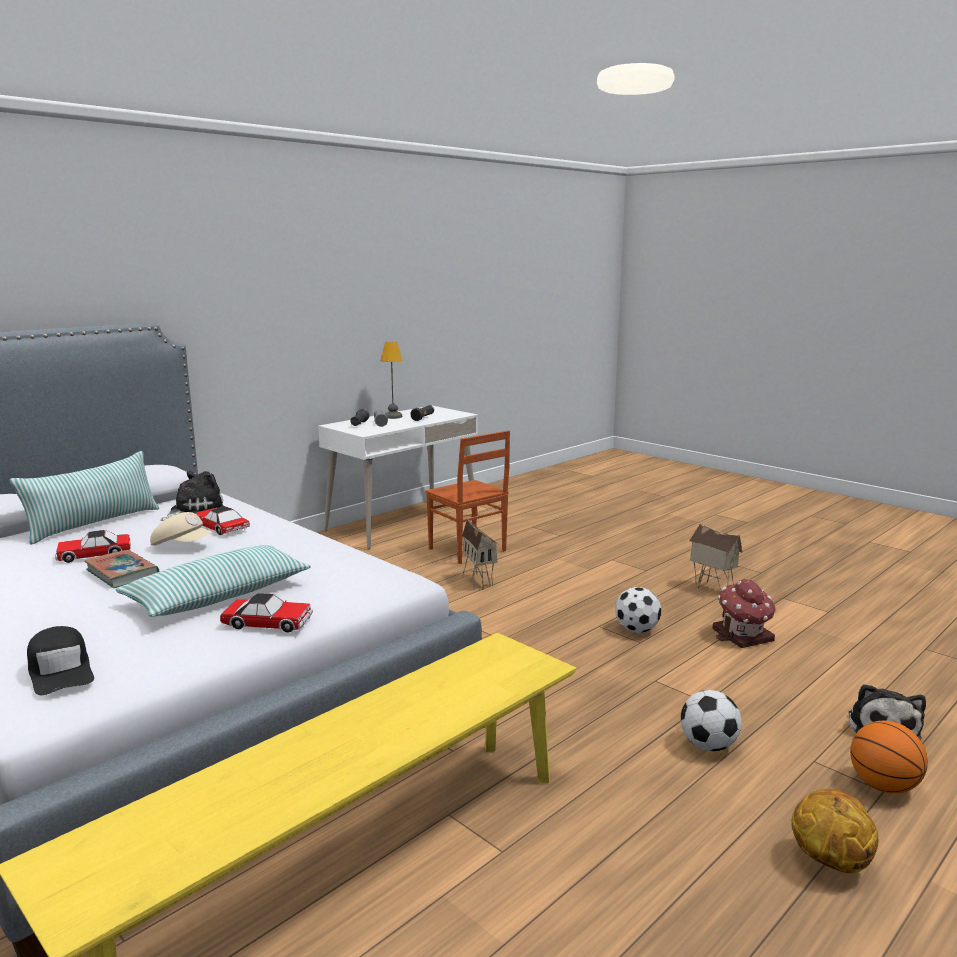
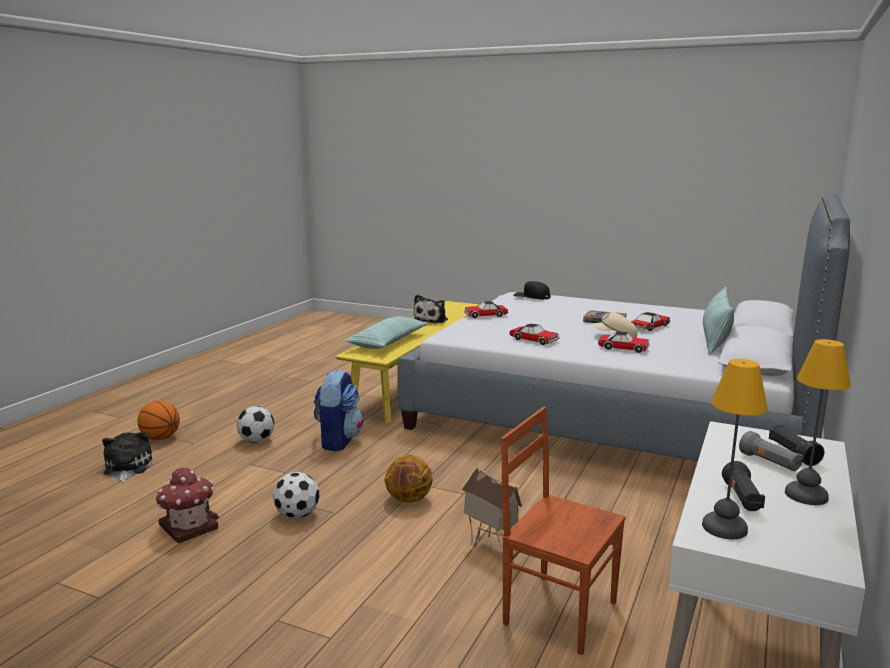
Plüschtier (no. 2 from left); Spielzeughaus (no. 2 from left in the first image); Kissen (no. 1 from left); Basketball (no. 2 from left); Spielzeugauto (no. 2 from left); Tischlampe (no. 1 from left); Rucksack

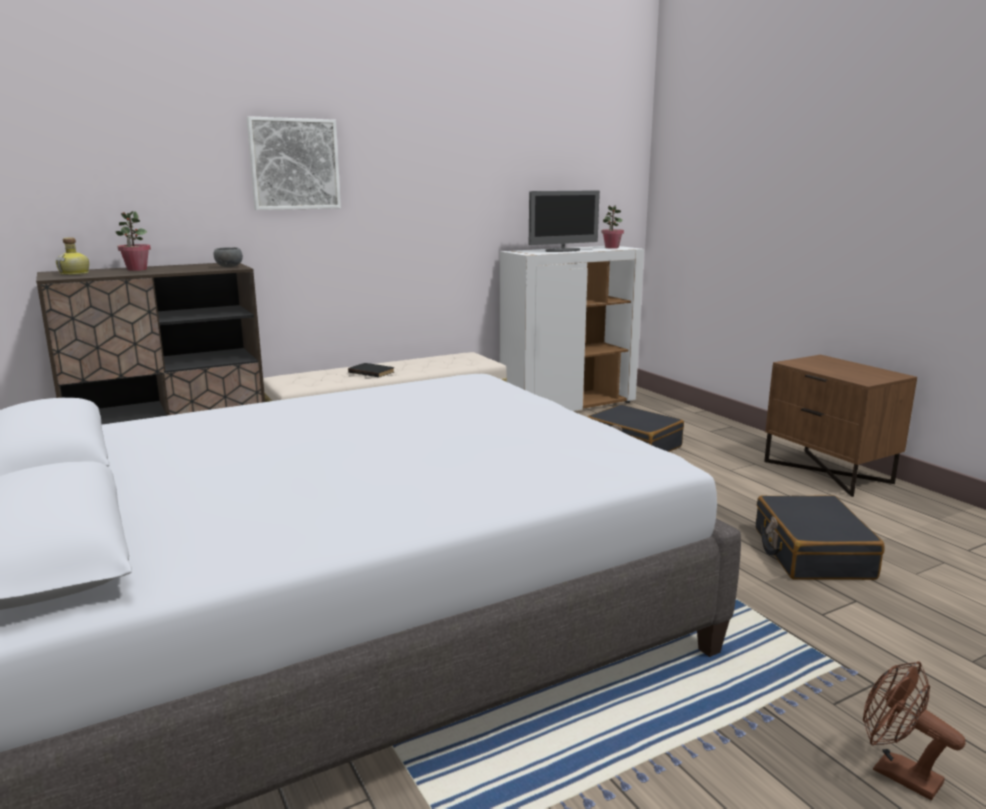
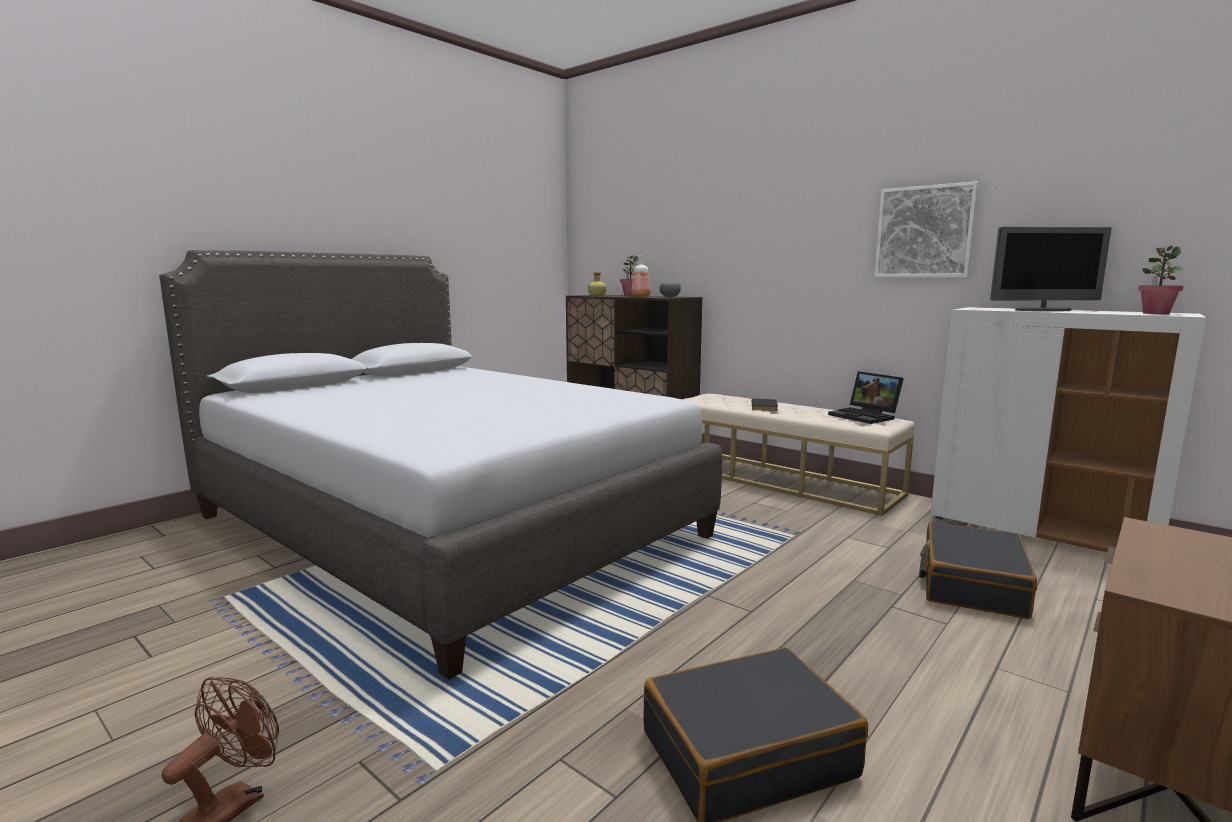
Bild; Monitor; Flasche (no. 2 from left); Laptop

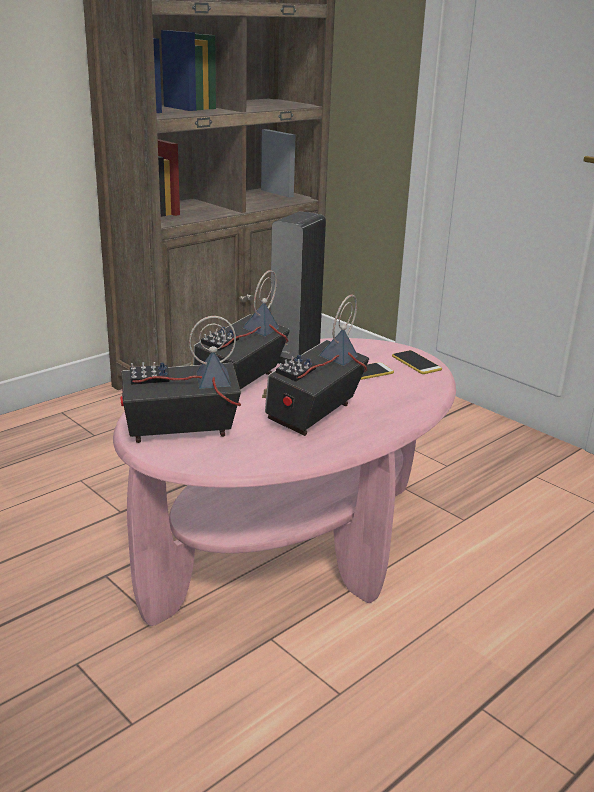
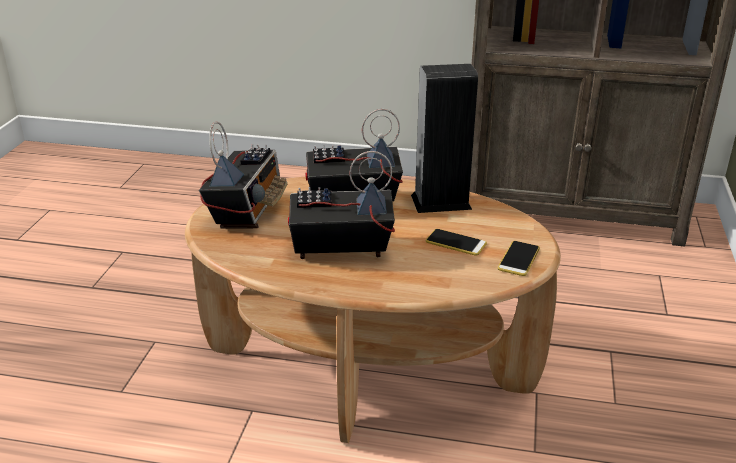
Radio (no. 1 from left); Couchtisch [braun]

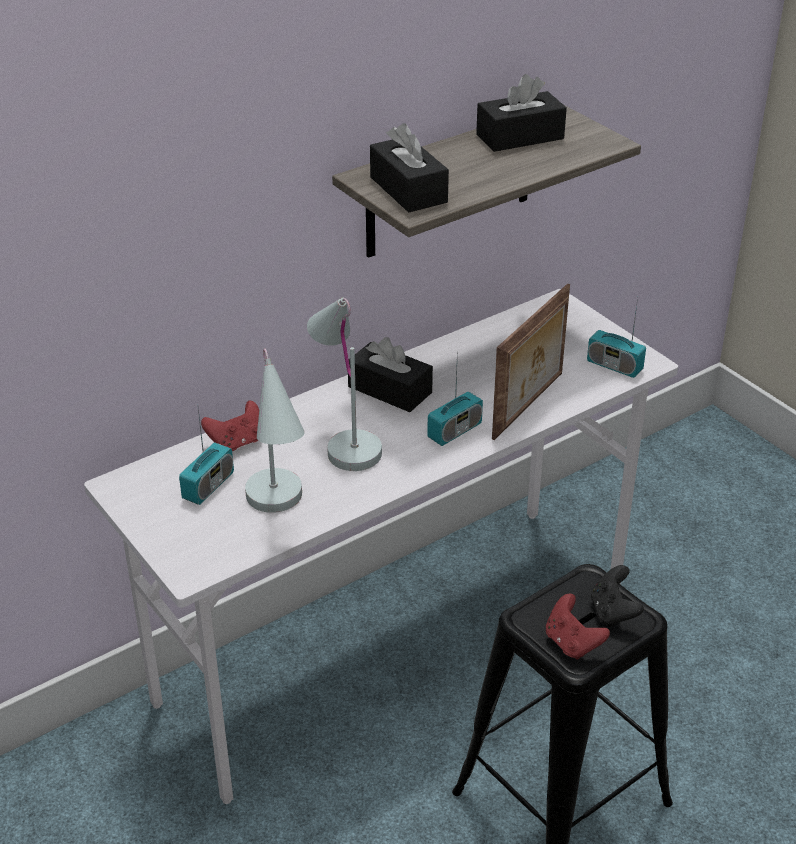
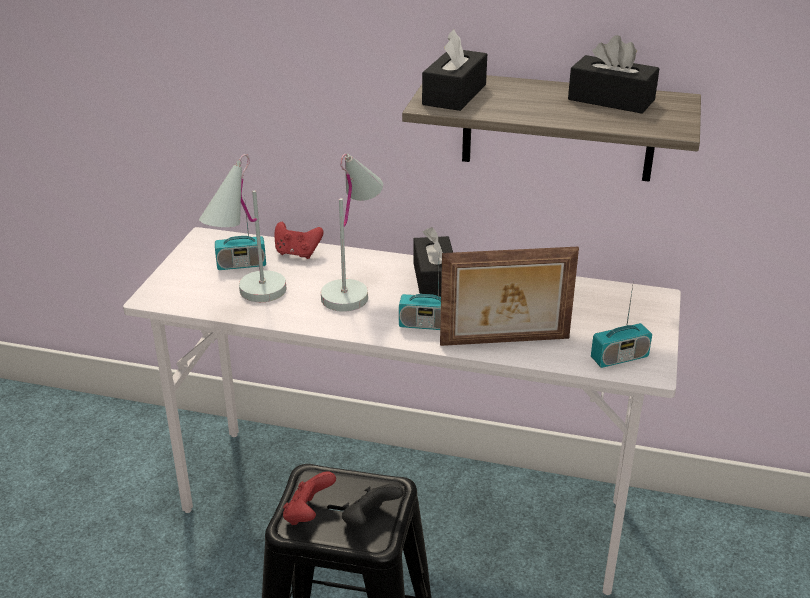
Radio (no. 3 from left)

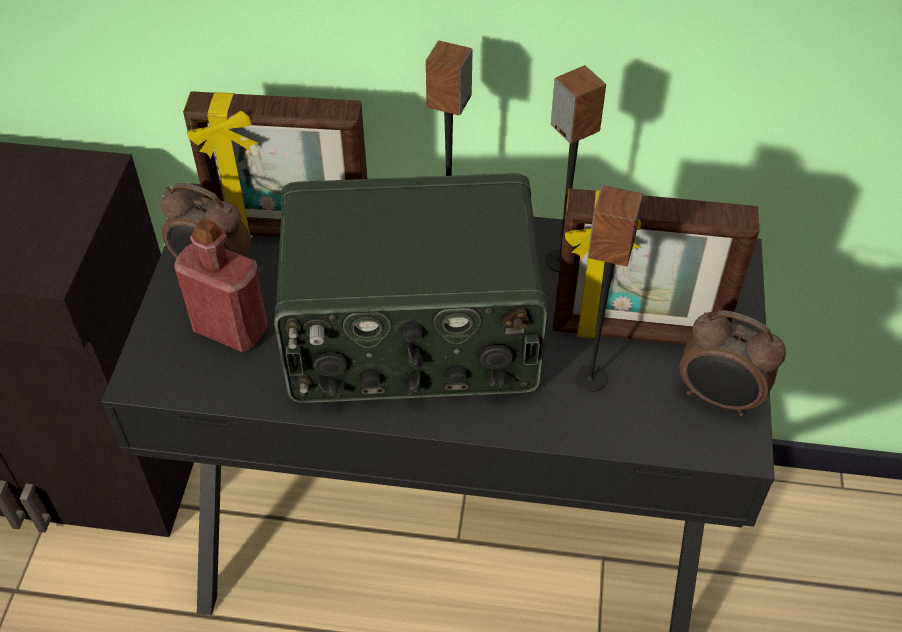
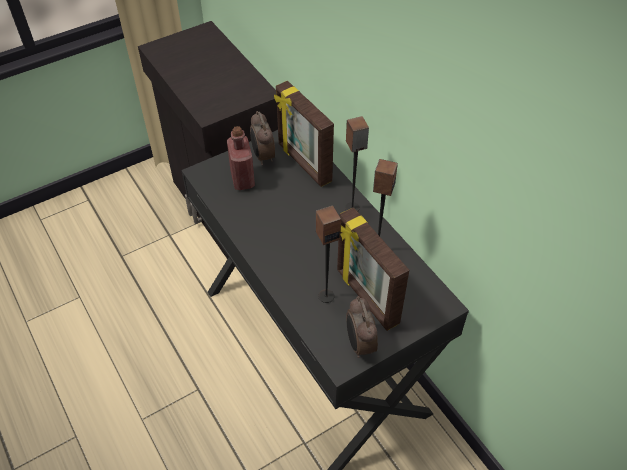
Radio

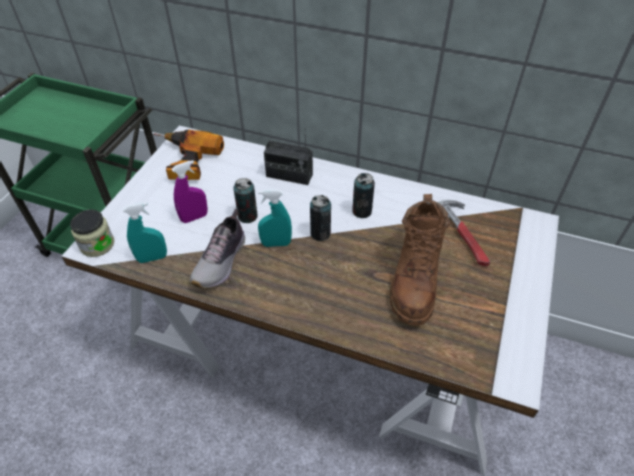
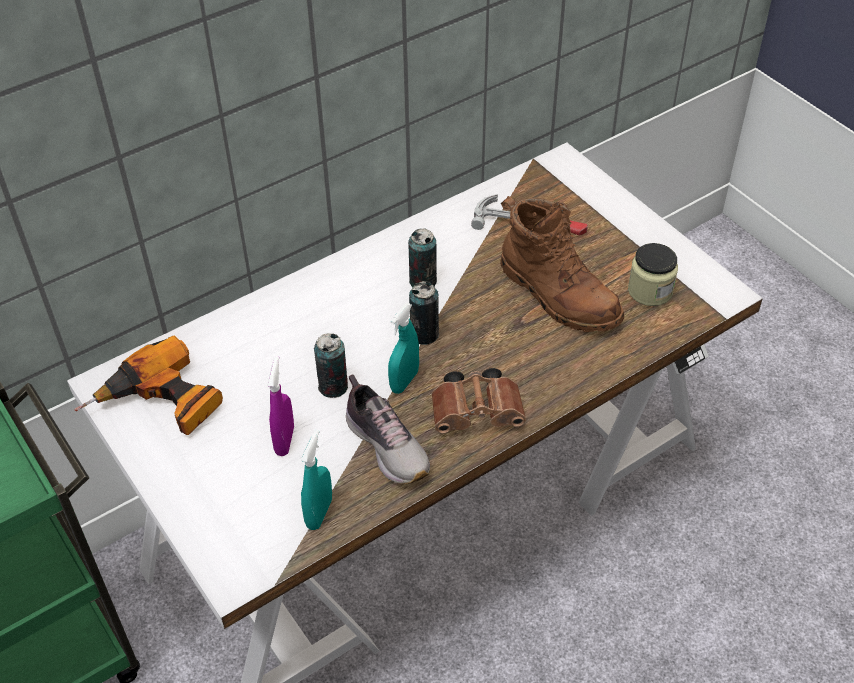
Radio; Vorratsglas; Fernglas [braun]

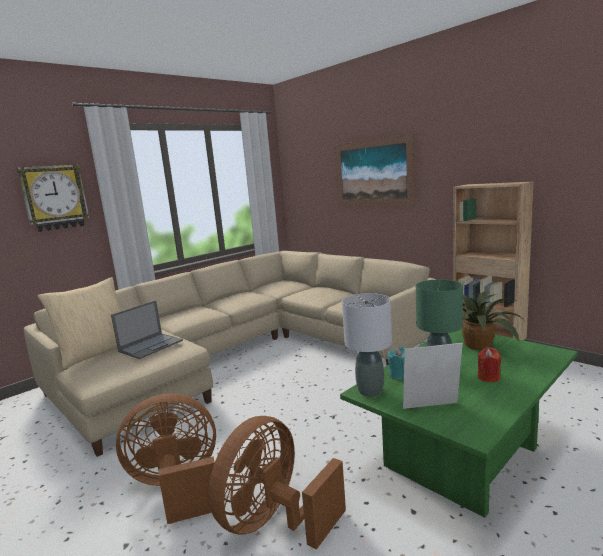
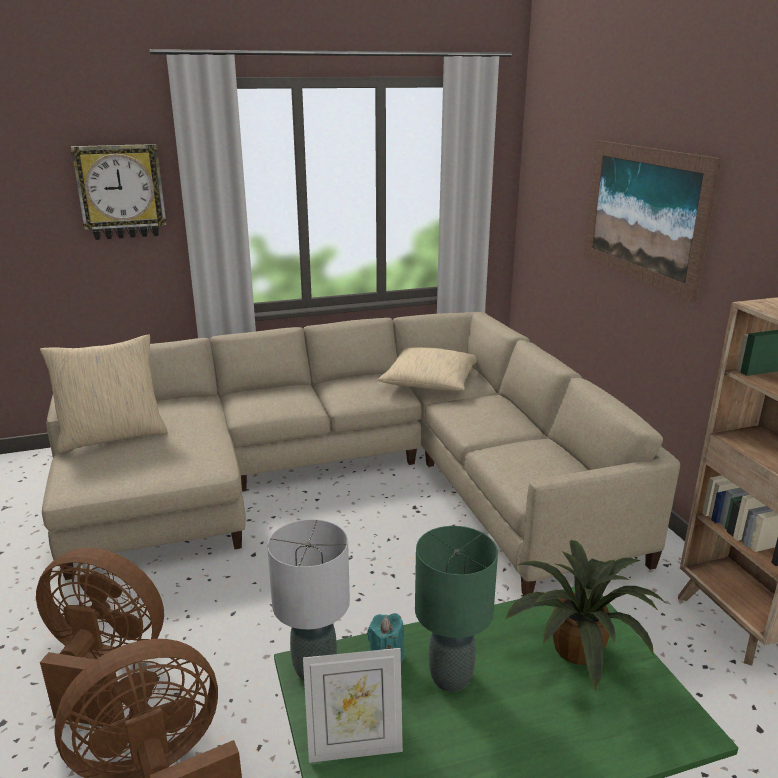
Laptop; Bilderrahmen; Kerze [rot]; Kissen [beige] (no. 2 from left)

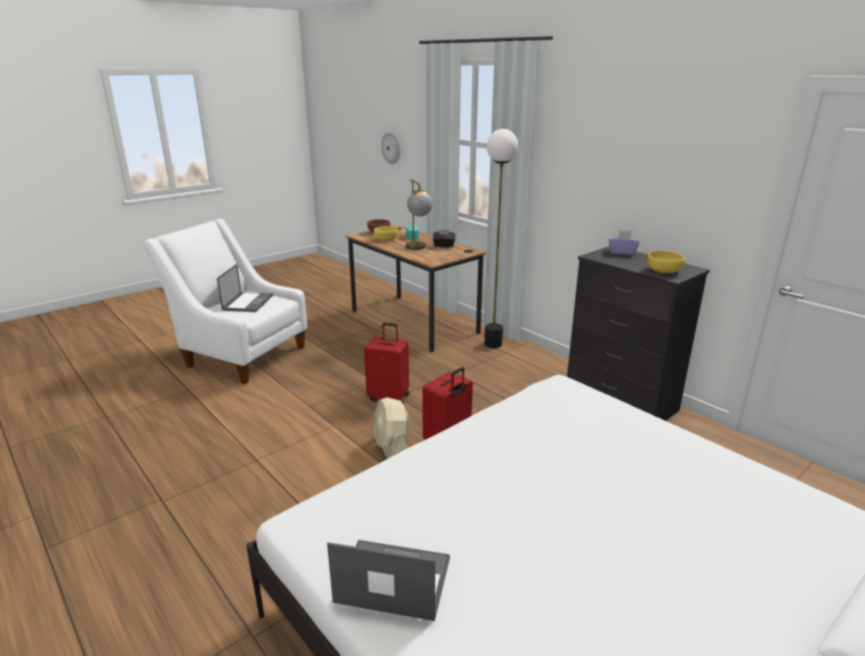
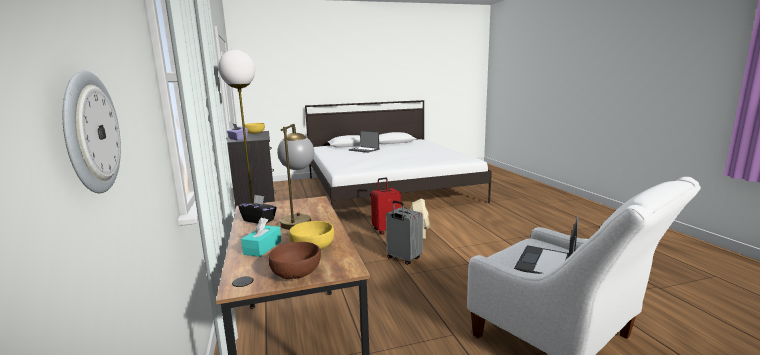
Koffer [grau]; Laptop (no. 1 from left)

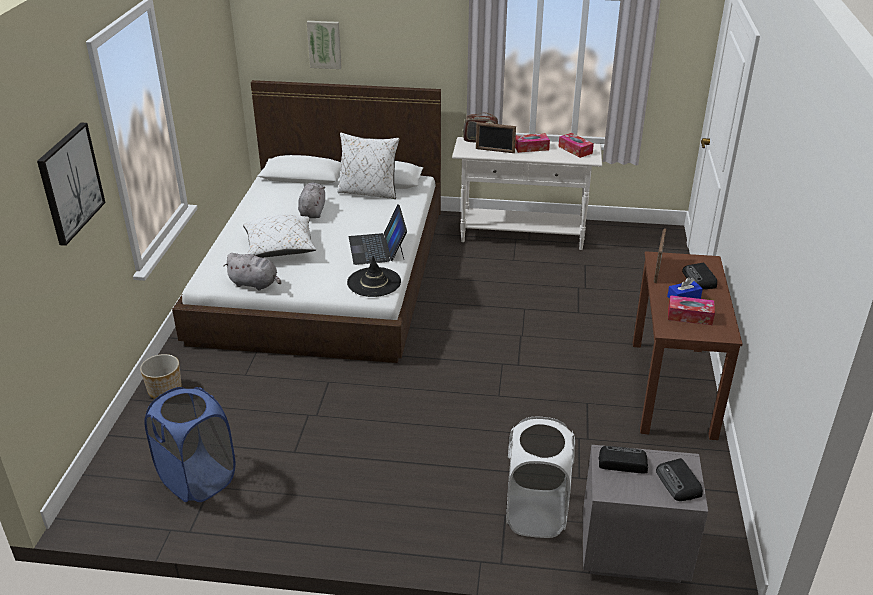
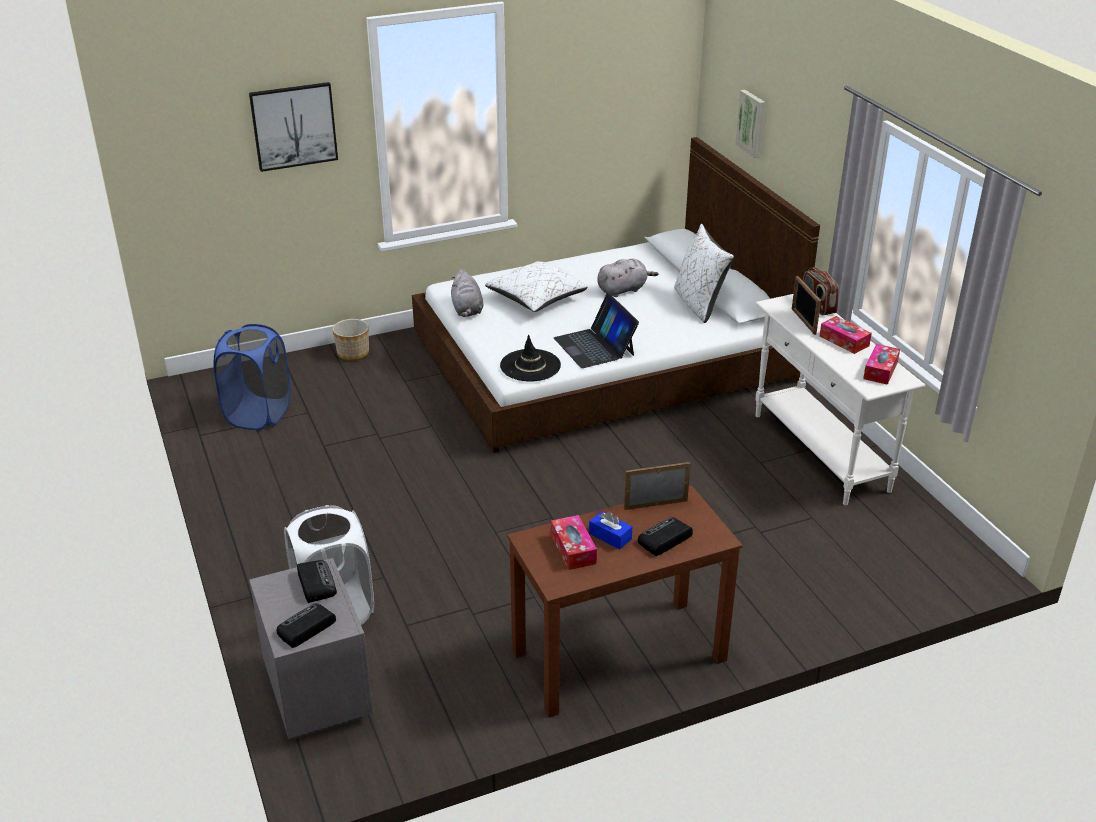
Laptop

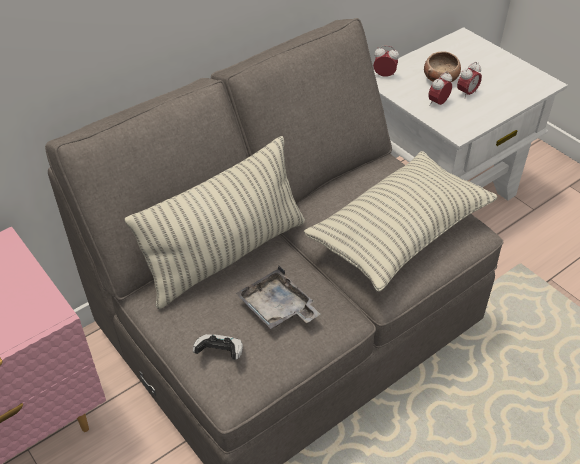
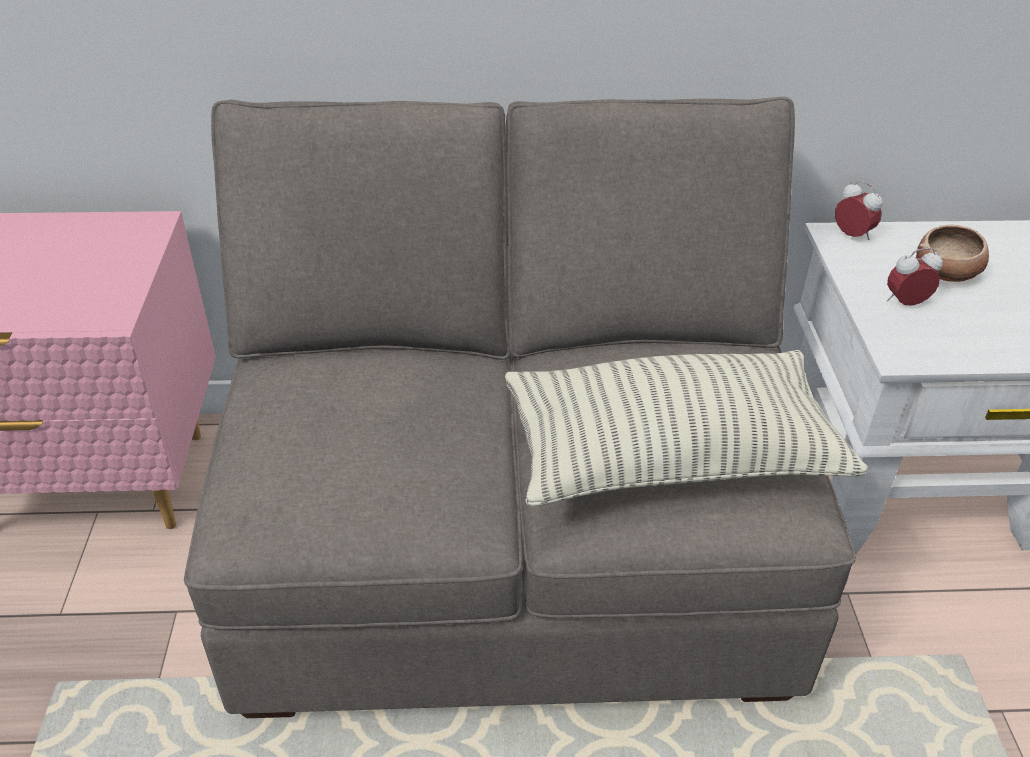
Wecker (no. 3 from left in the first image); Kissen (no. 1 from left in the first image); Tablett [grau]; Gamepad

